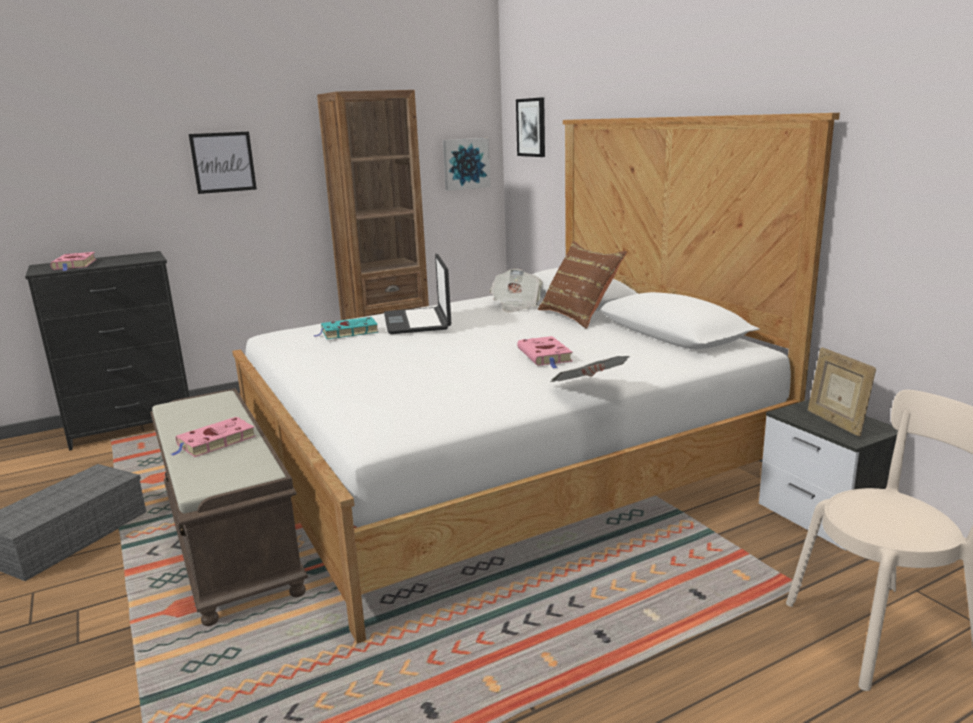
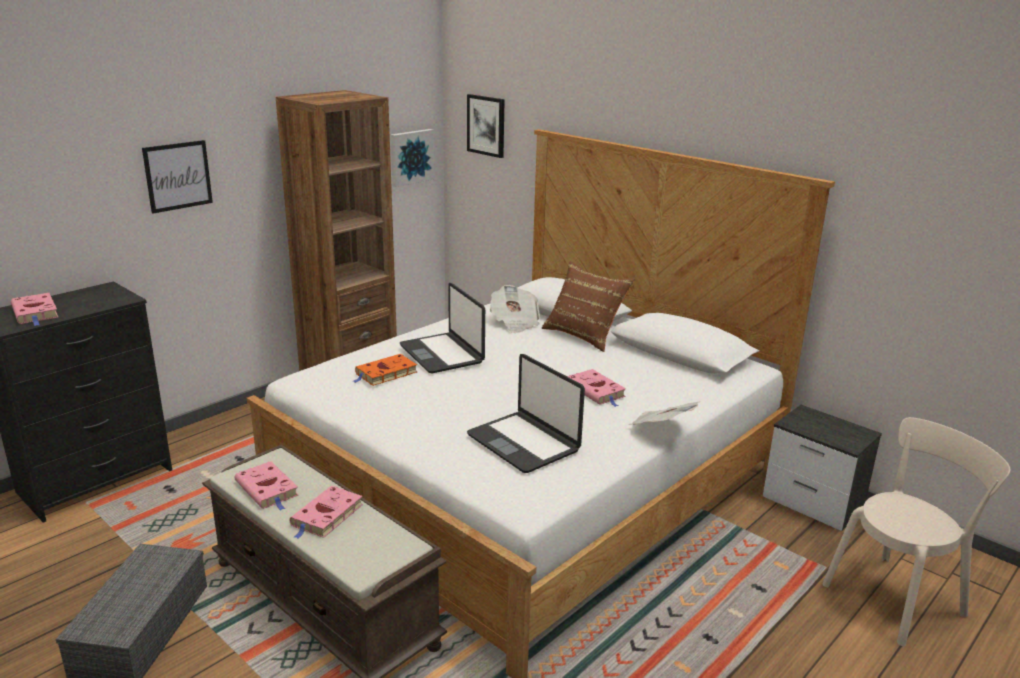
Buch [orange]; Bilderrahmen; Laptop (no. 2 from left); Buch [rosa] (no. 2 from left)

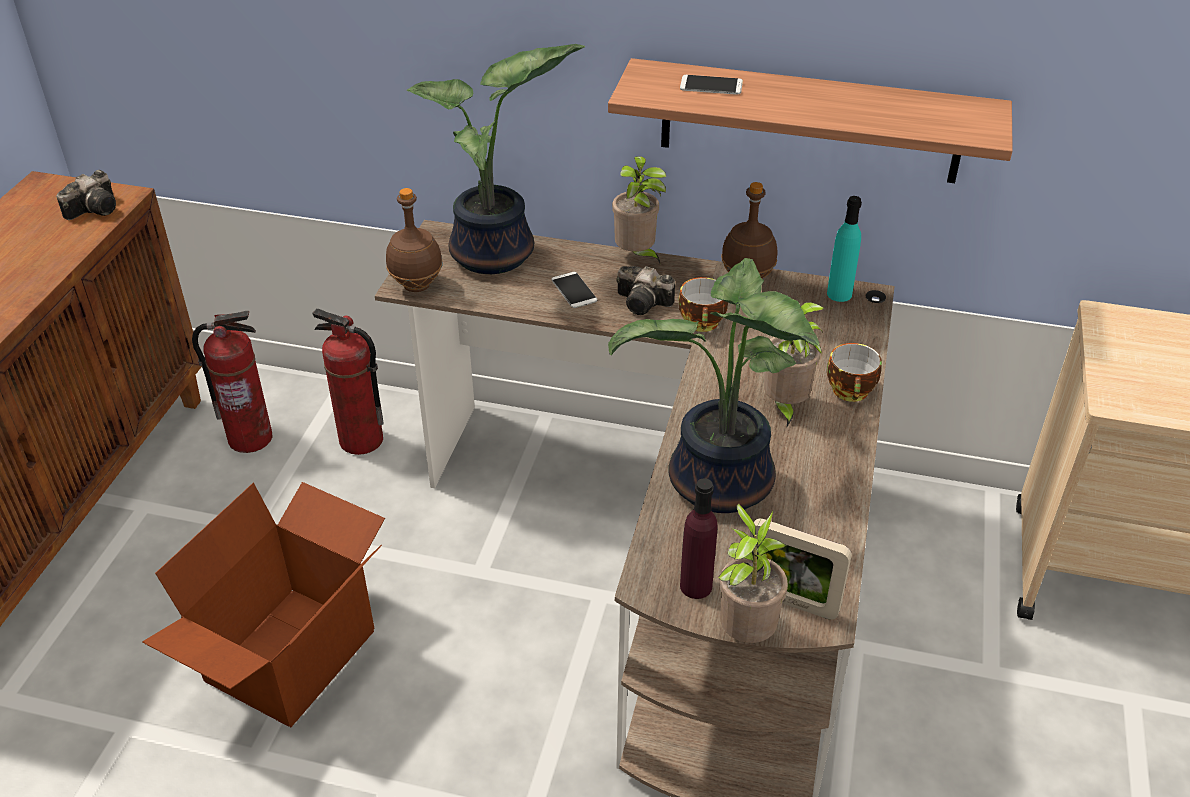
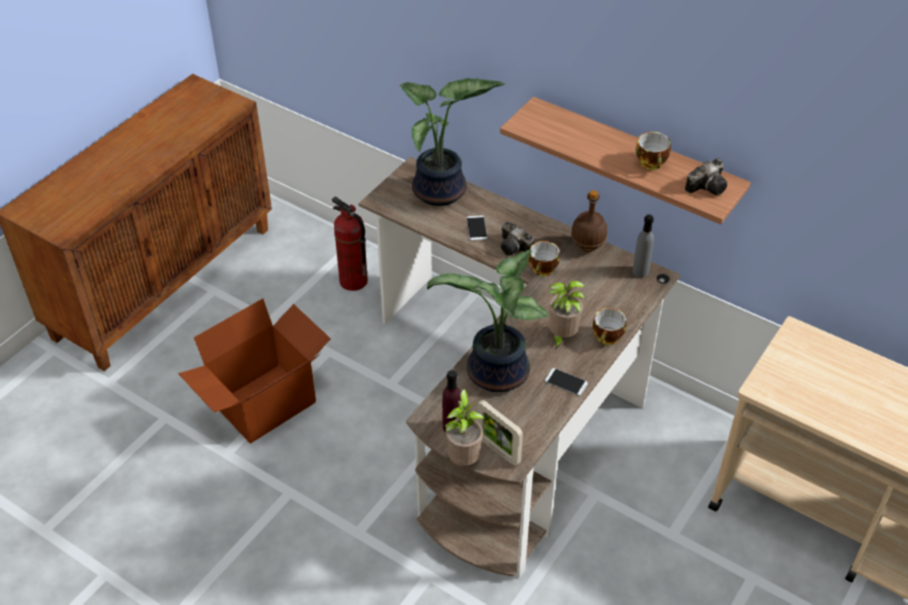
Handy (no. 2 from left); Topfpflanze (no. 2 from left in the first image); Kamera (no. 2 from left); Flasche [braun] (no. 1 from left in the first image); Flasche [grau]; Feuerlöscher (no. 1 from left in the first image); Tasse (no. 3 from left)

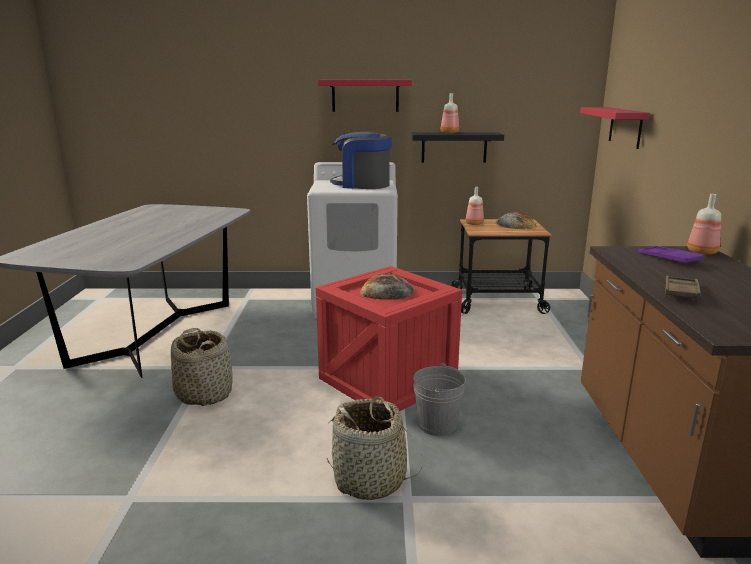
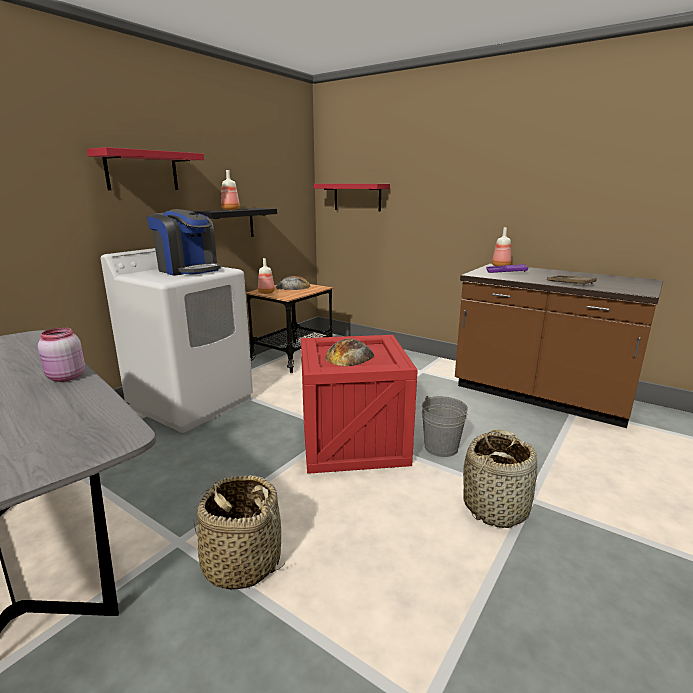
Kaffeemaschine; Vorratsglas [rosa]

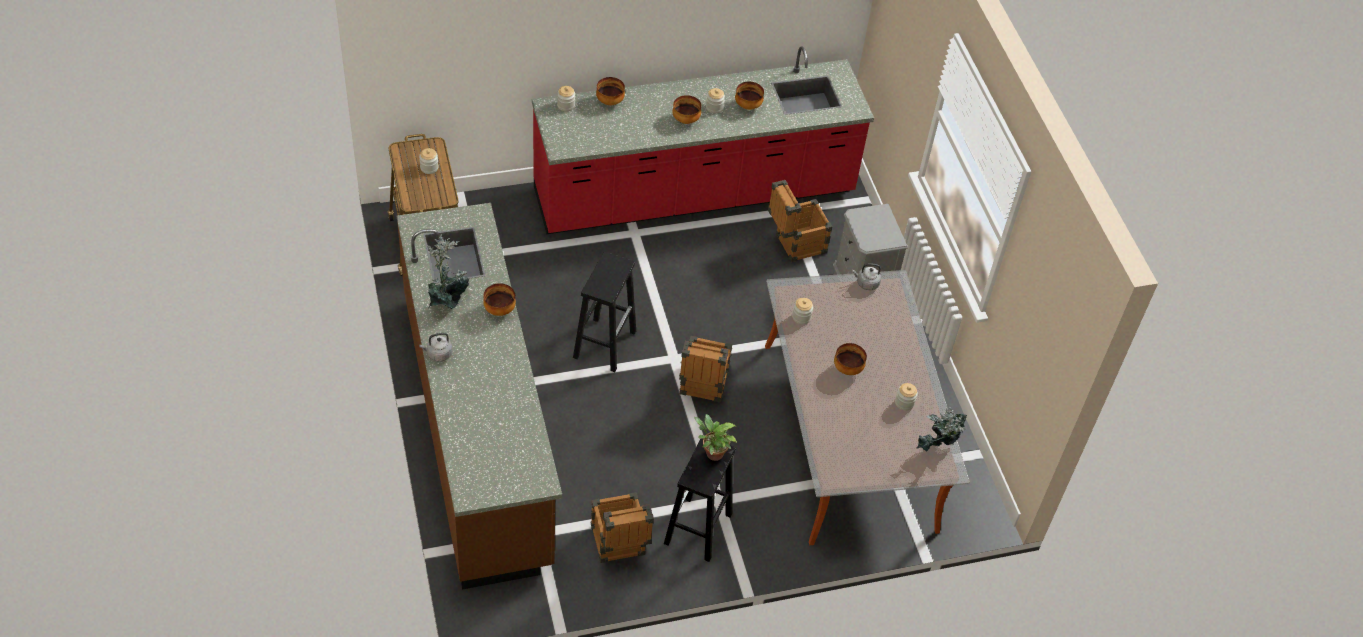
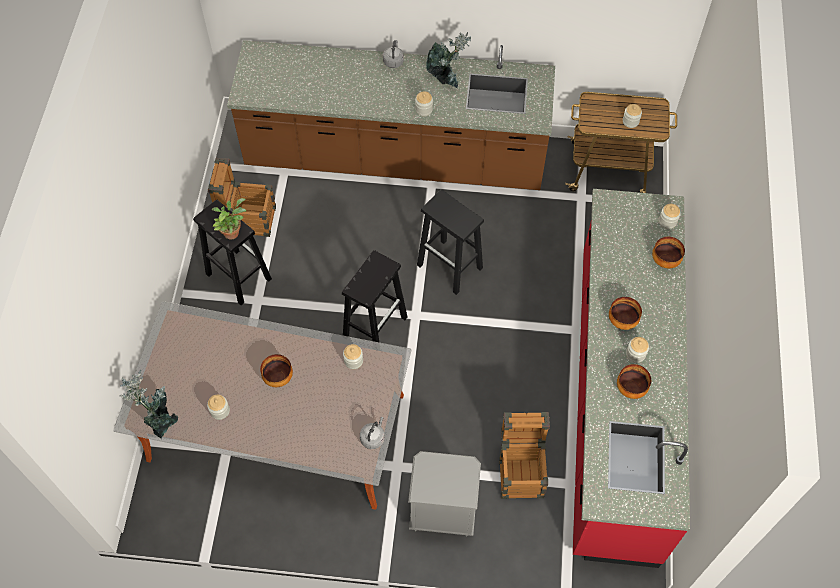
Vorratsglas (no. 3 from left); Hocker [schwarz] (no. 2 from left)

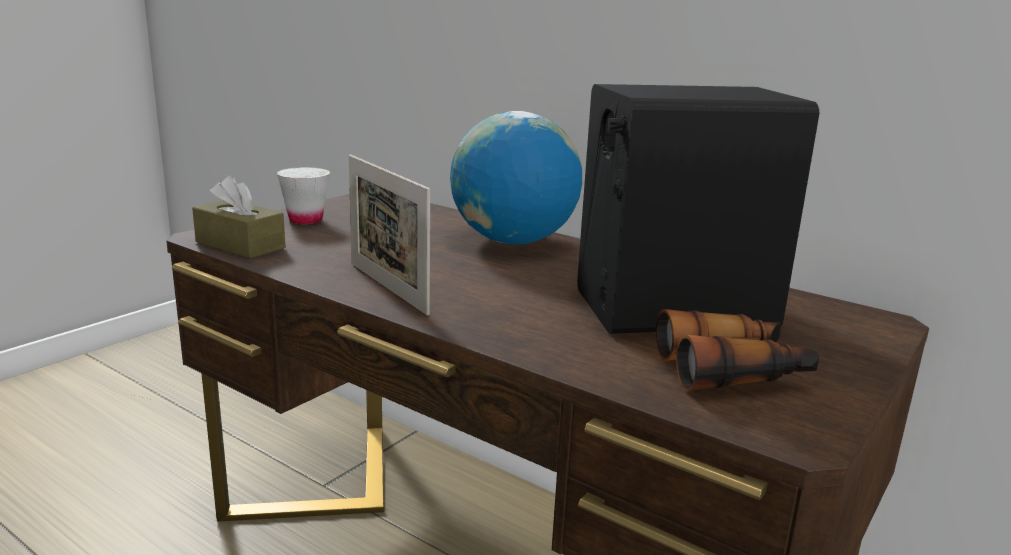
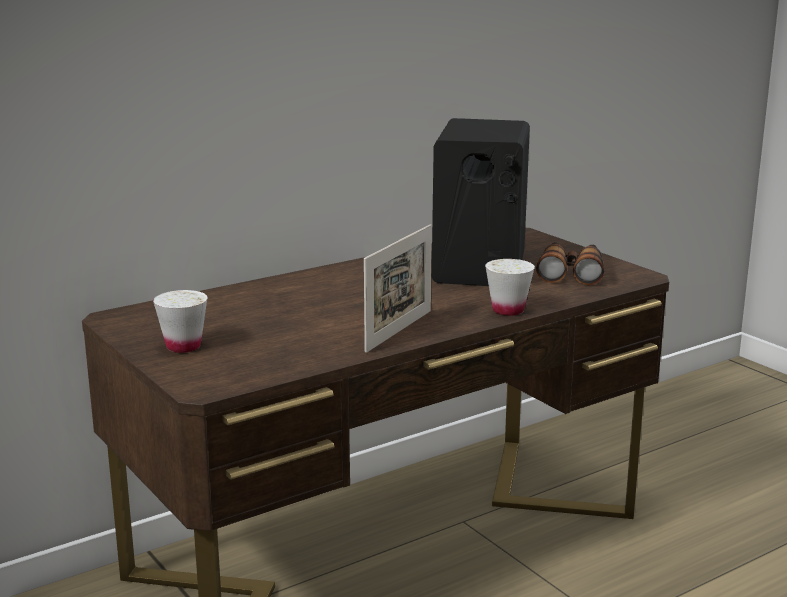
Globus; Bilderrahmen; Taschentuchbox [braun]; Tasse [weiß] (no. 2 from left)

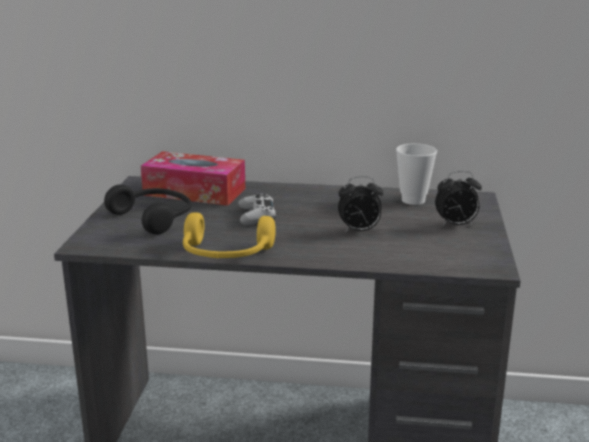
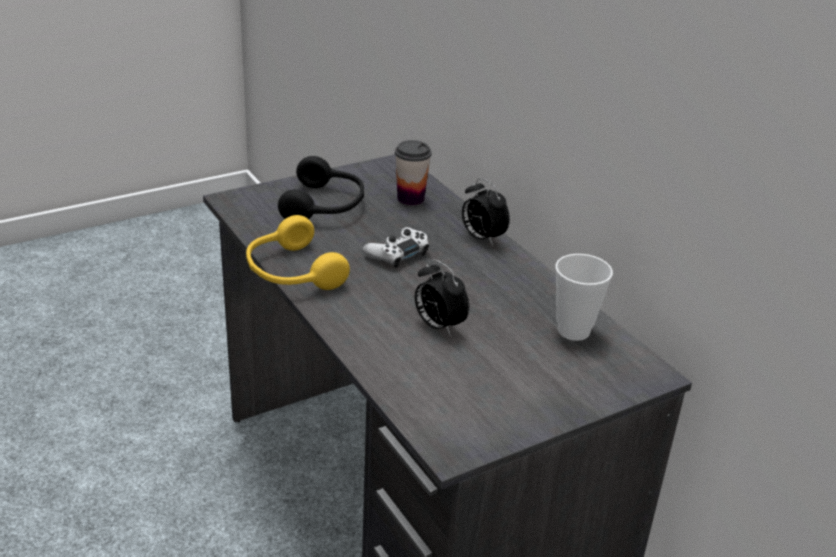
Tasse (no. 1 from left); Wecker (no. 2 from left)

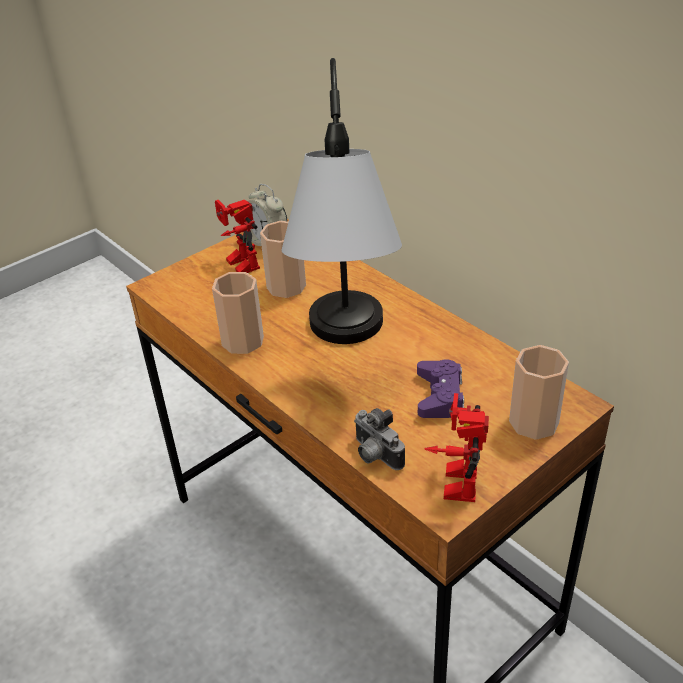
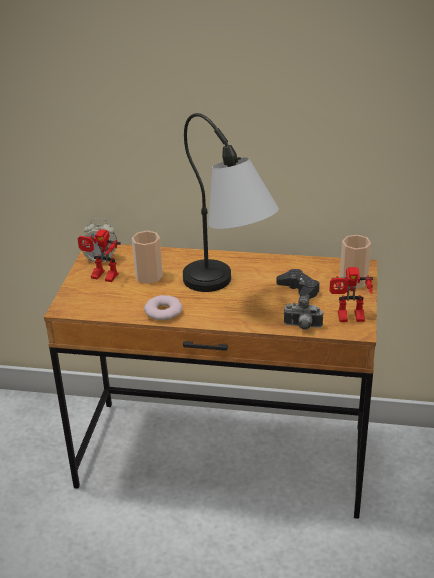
Donut; Gamepad [schwarz]; Spielzeugroboter (no. 2 from left)

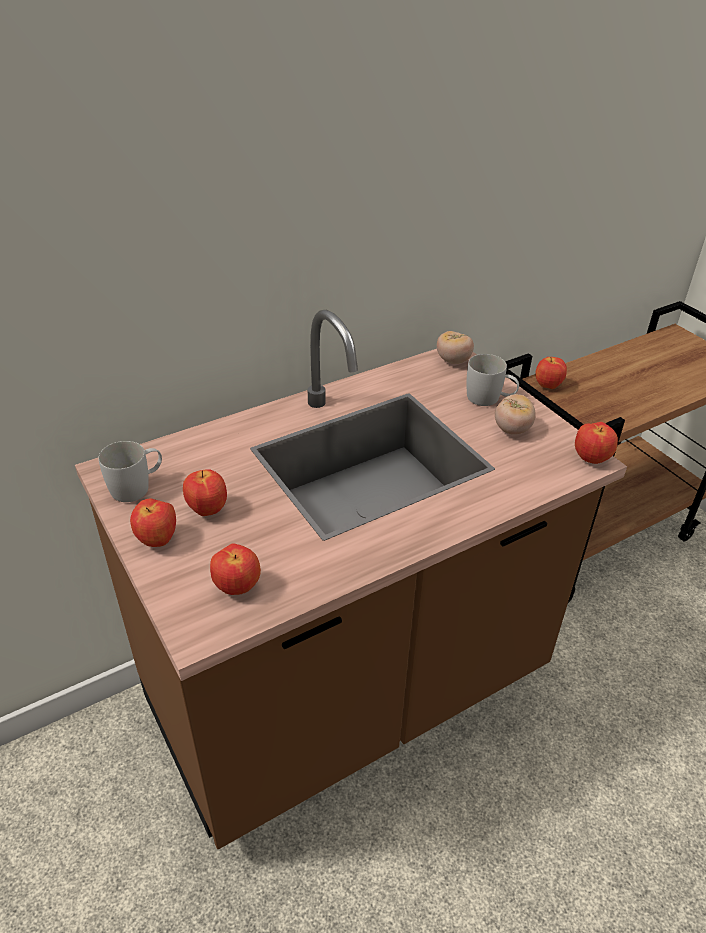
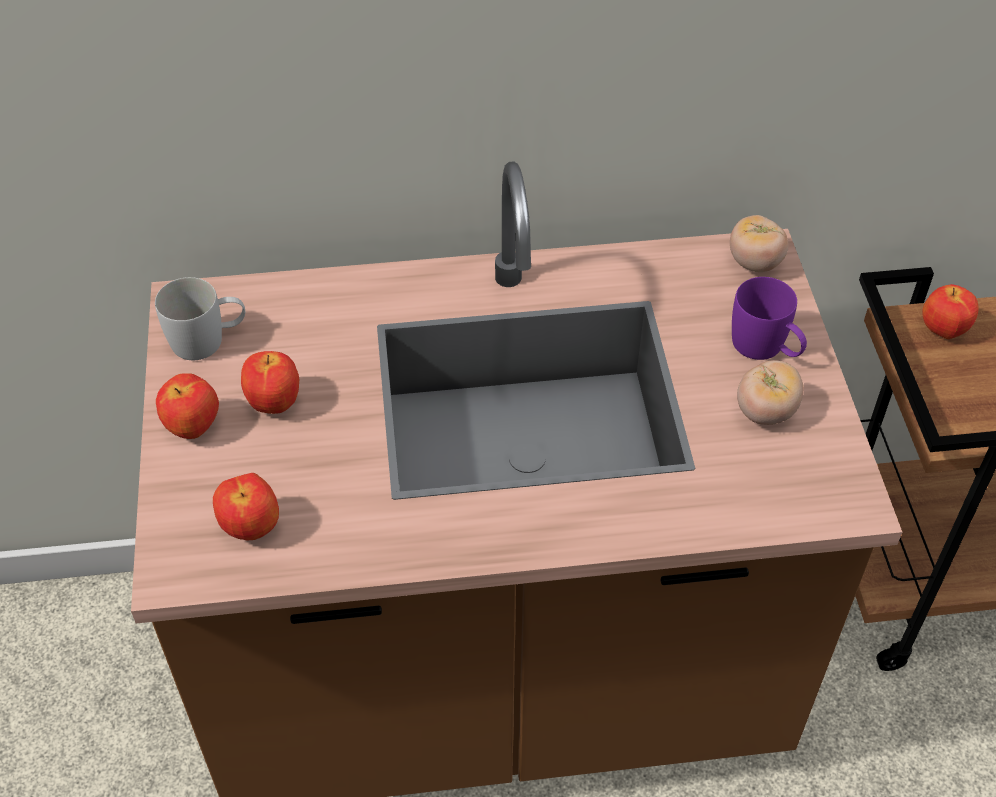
Henkelbecher [lila]; Apfel (no. 5 from left in the first image)

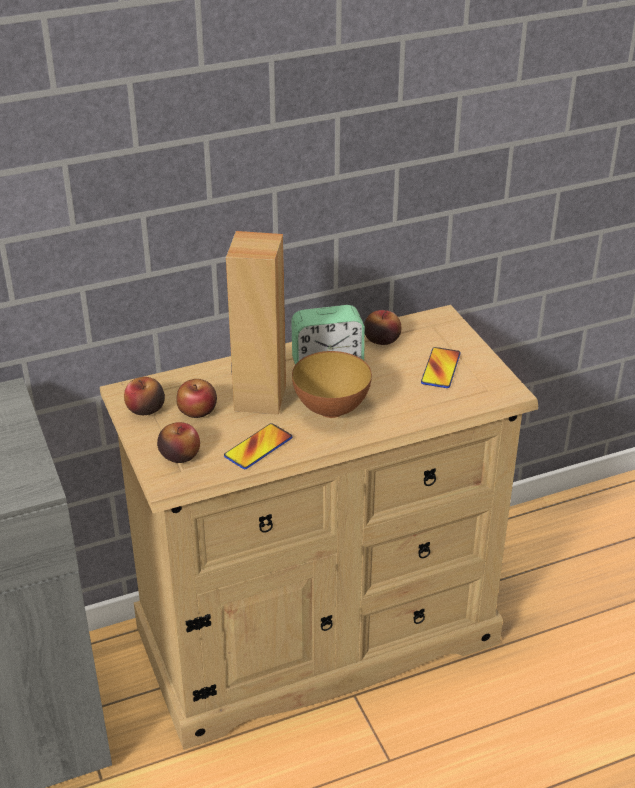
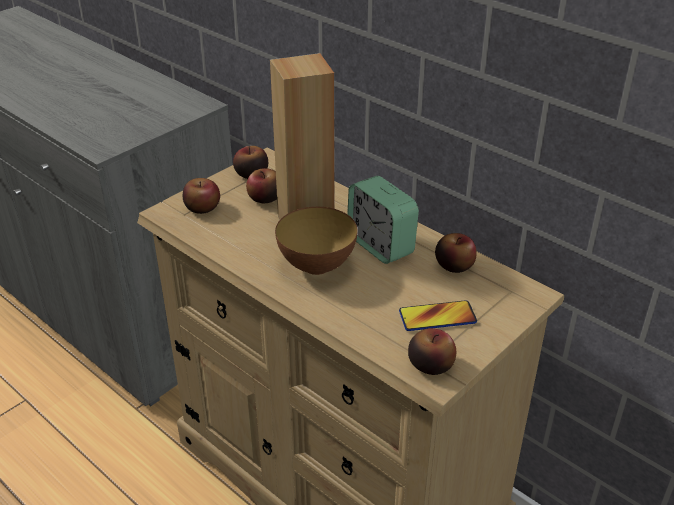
Handy (no. 1 from left in the first image); Apfel (no. 4 from left)

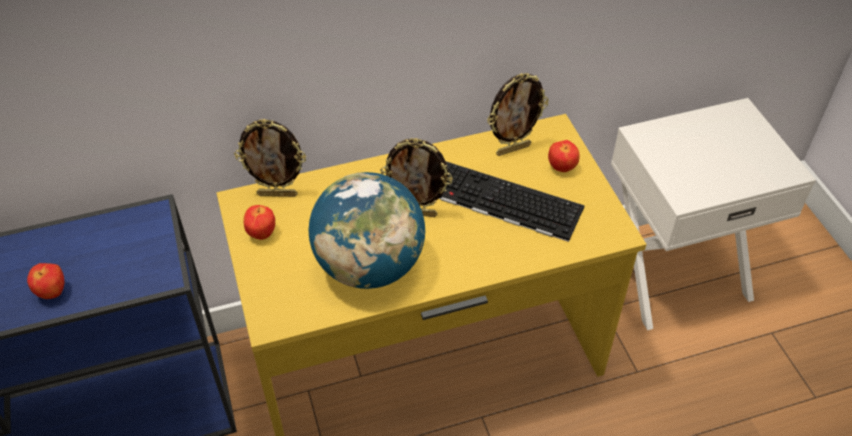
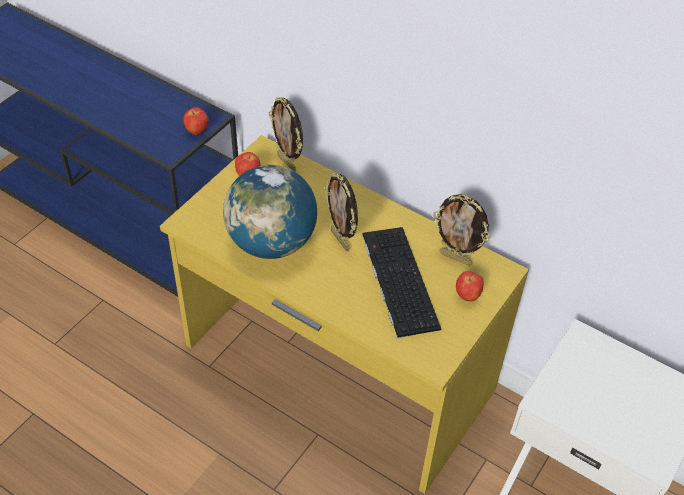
Apfel (no. 1 from left)

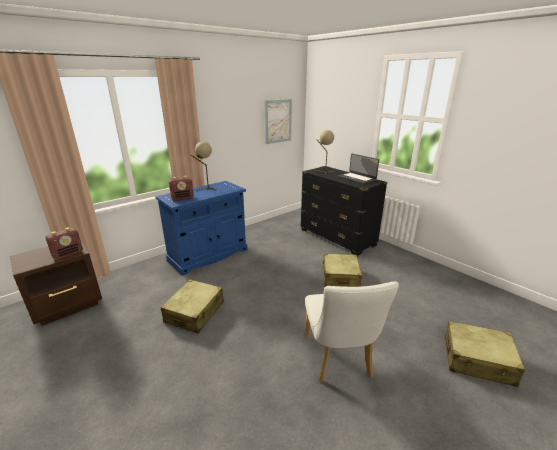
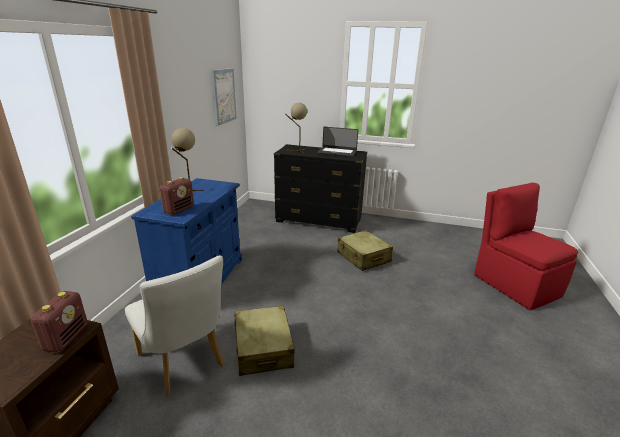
Stuhl [weiß]; Stuhl [rot]

